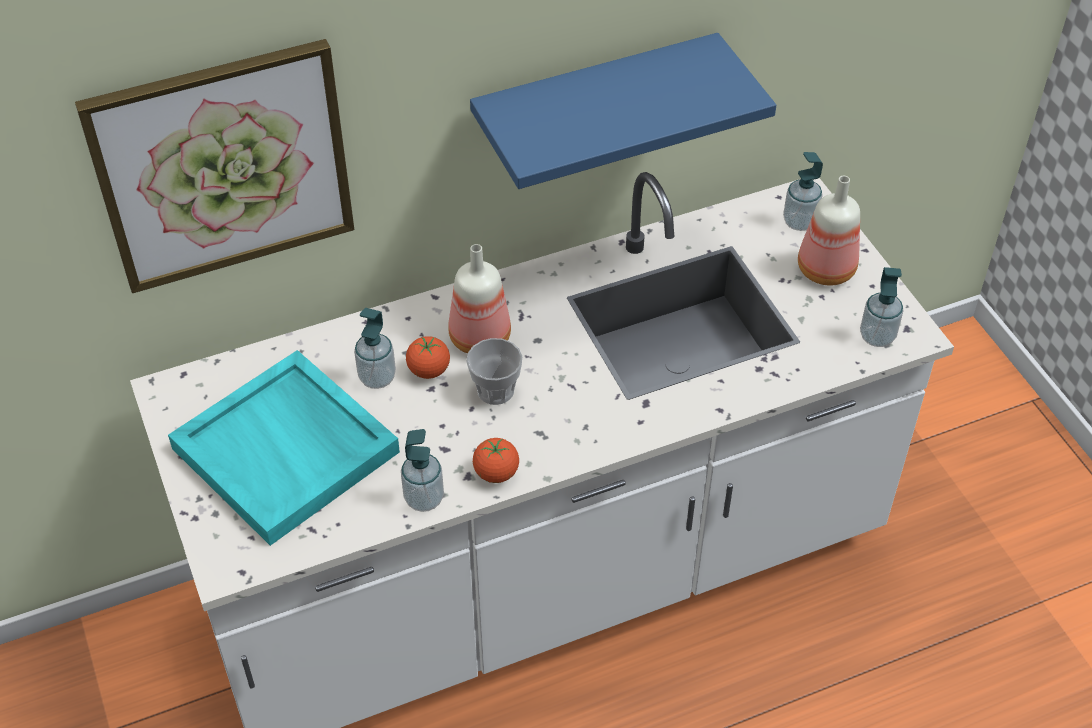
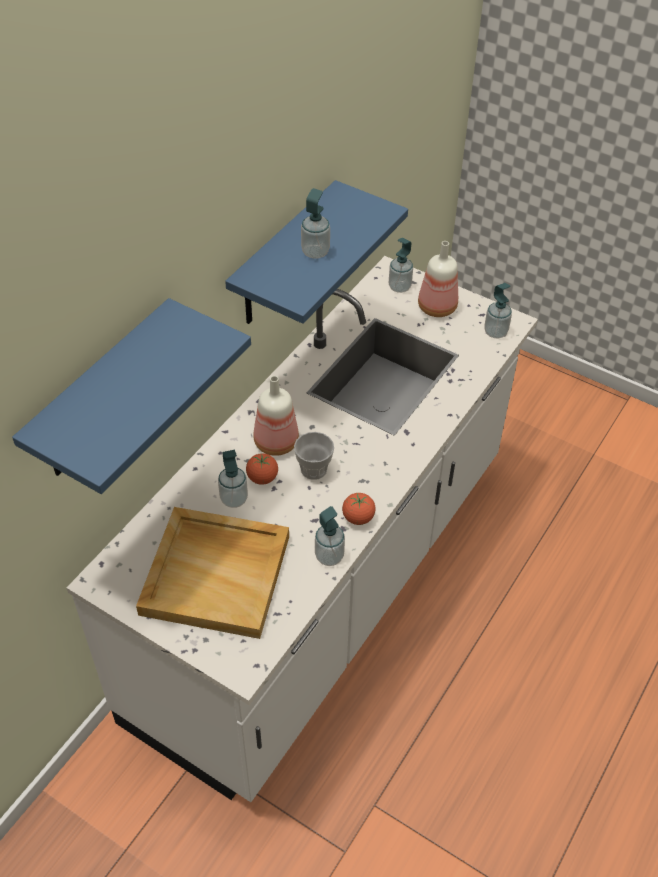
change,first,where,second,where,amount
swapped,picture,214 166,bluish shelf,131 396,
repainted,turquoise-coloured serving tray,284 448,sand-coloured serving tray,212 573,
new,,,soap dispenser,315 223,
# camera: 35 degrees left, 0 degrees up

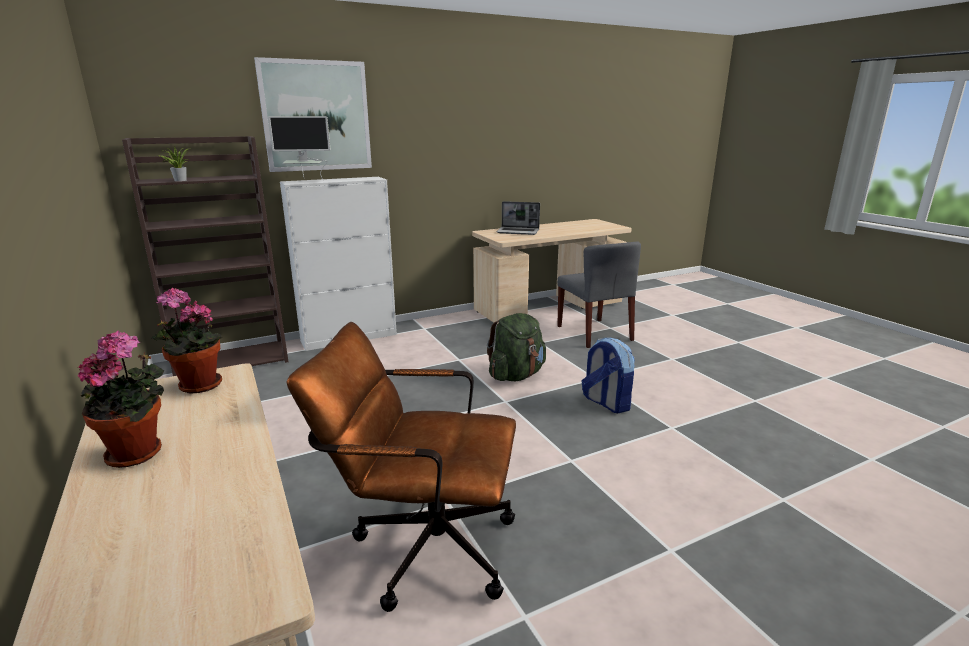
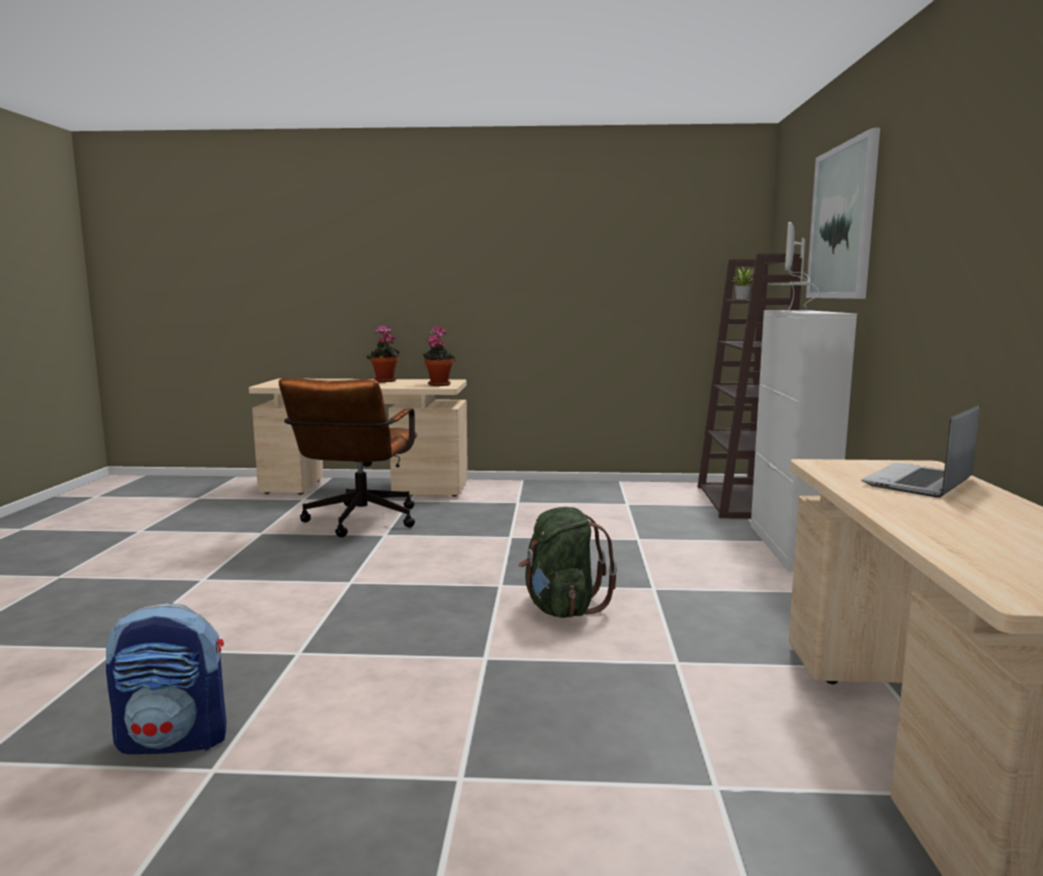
change,first,where,second,where,amount
rotated,brown office chair,401 467,,348 457,150 degrees clockwise
gone,grey plain chair,599 294,,,
shifted,rucksack,608 375,,166 678,
# camera: 120 degrees right, 10 degrees down

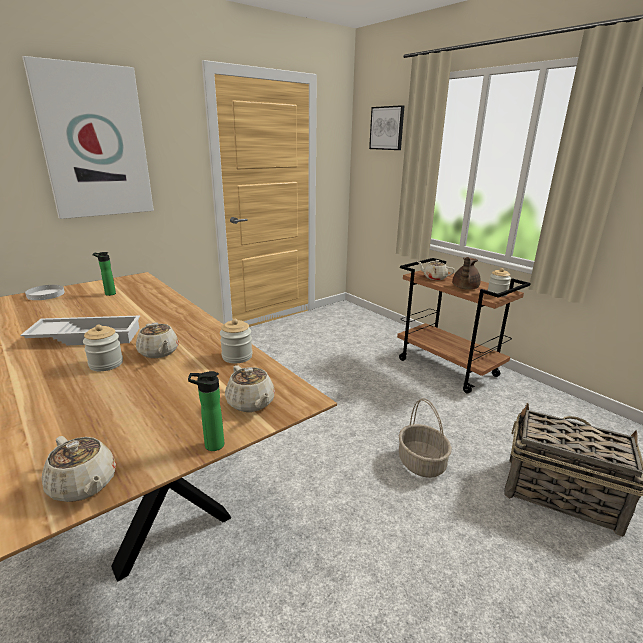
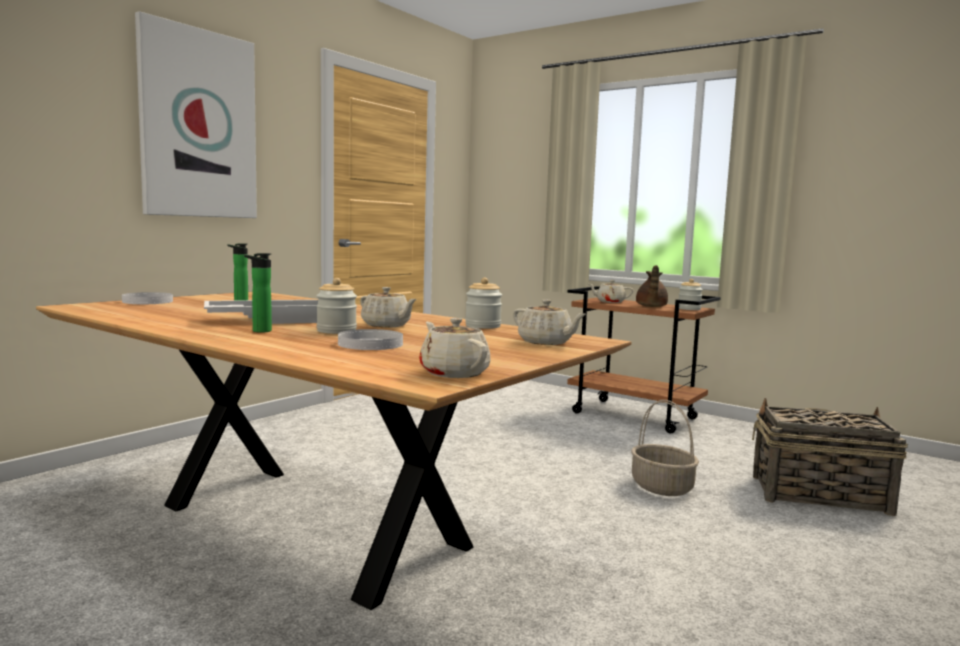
change,first,where,second,where,amount
rotated,sand-coloured teapot,79 469,,454 348,150 degrees counterclockwise
shifted,drink bottle,206 411,,258 293,
gone,picture,386 127,,,
new,,,white-coloured plate,370 339,
# camera: 15 degrees left, 15 degrees down

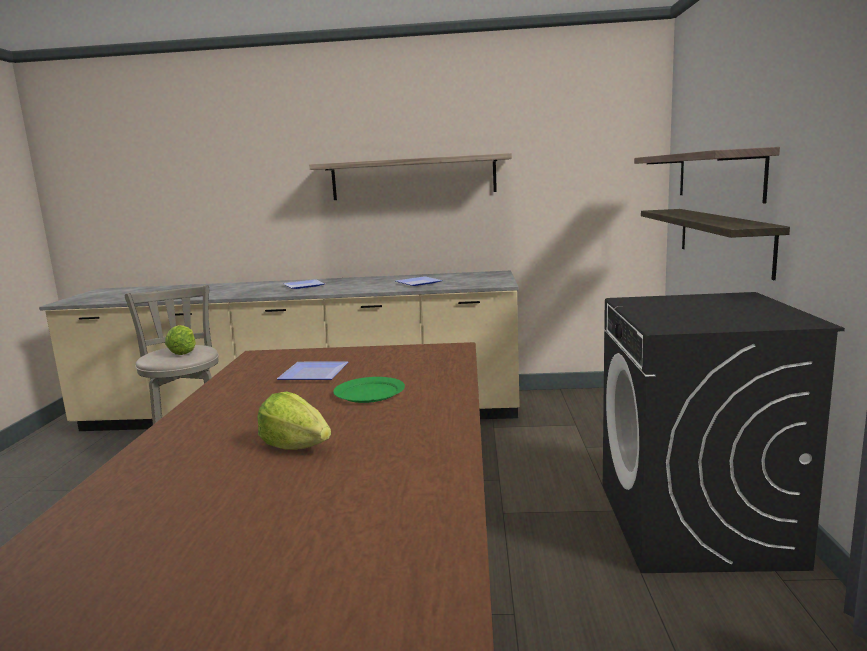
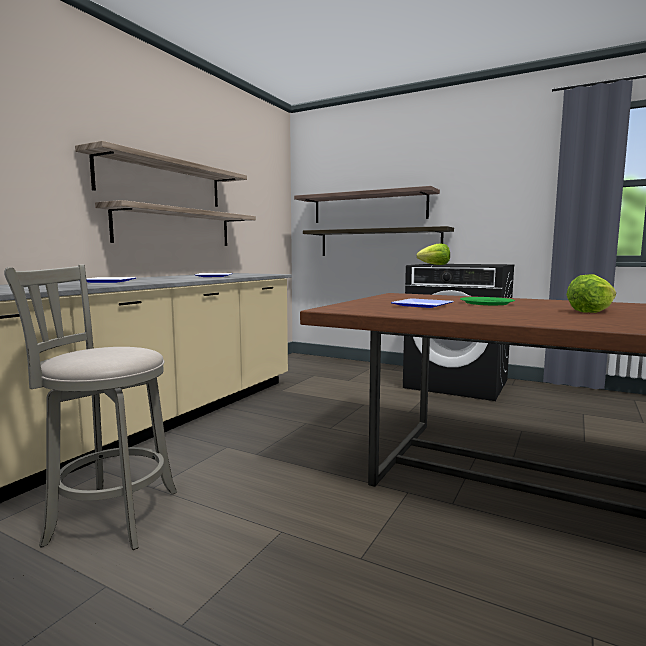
change,first,where,second,where,amount
shifted,head of lettuce,180 340,,433 254,
new,,,shelf,175 223,
# camera: 65 degrees left, 5 degrees down

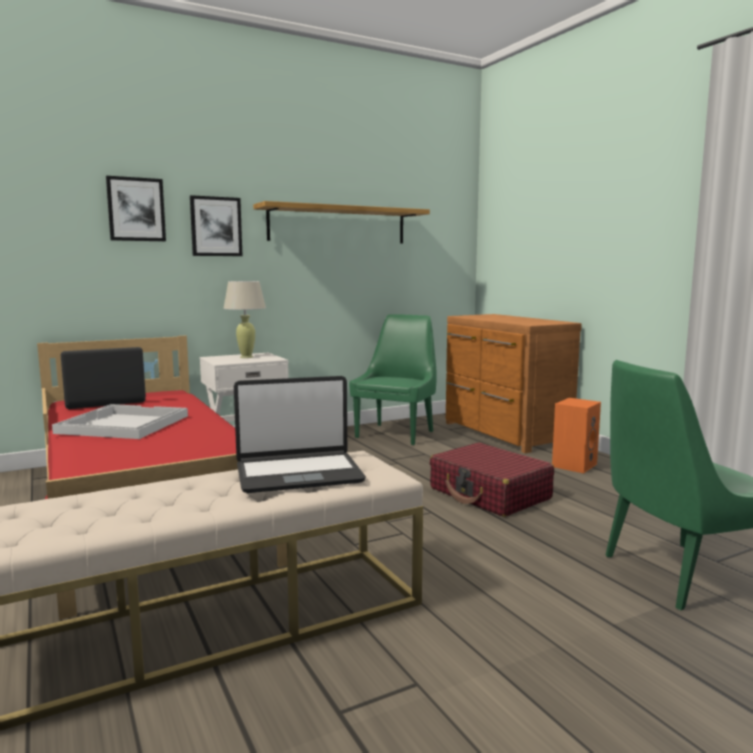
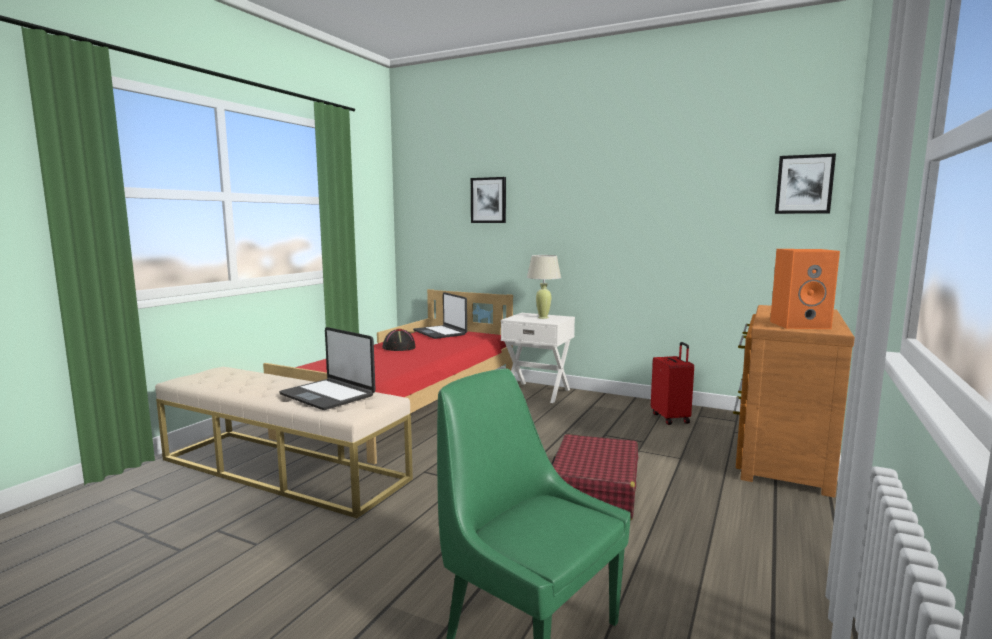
change,first,where,second,where,amount
swapped,white-coloured serving tray,120 421,black clothing hat,399 340,
rotated,laptop,103 378,,440 315,150 degrees counterclockwise
shifted,picture,216 225,,805 183,
gone,shelf,341 222,,,
swapped,greenish plain chair,393 379,red-coloured suitcase,672 383,
shifted,orange-coloured loudspeaker,576 435,,805 289,
# camera: 55 degrees right, 0 degrees up

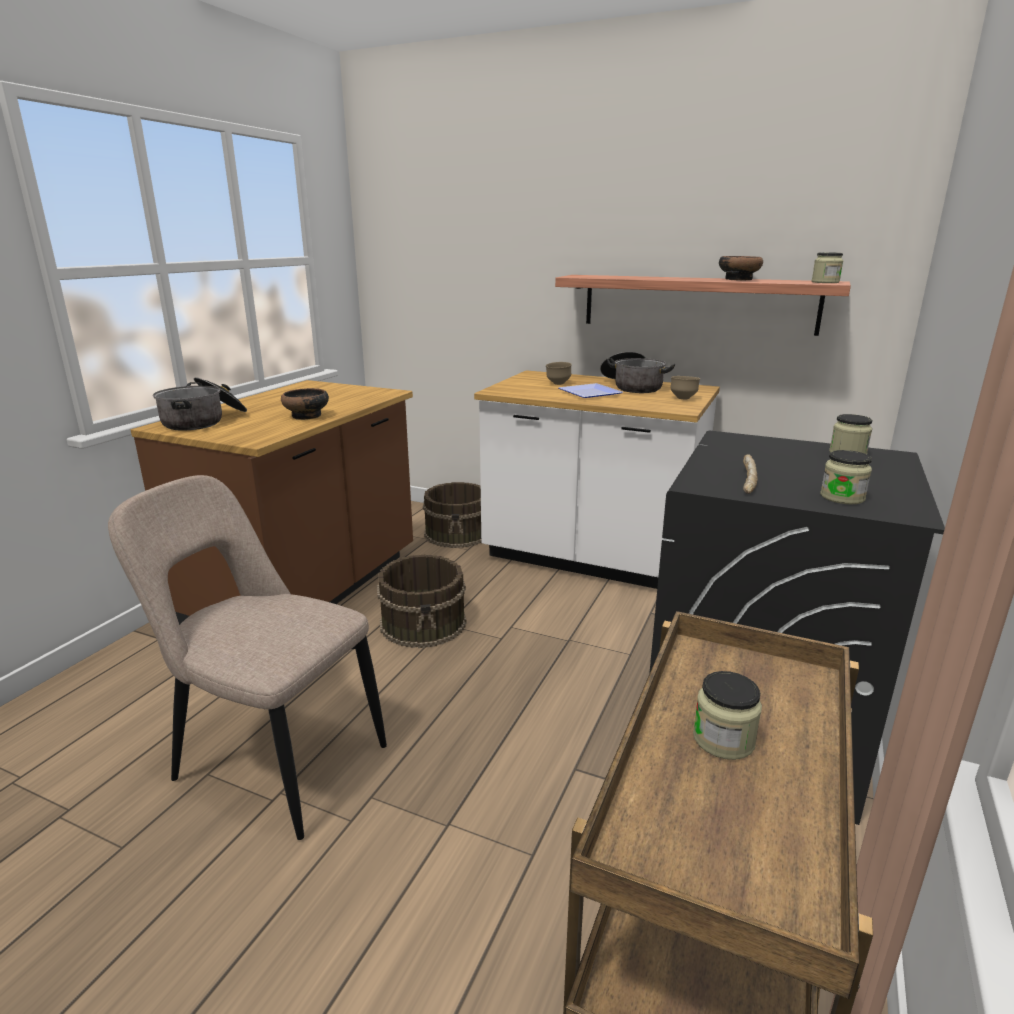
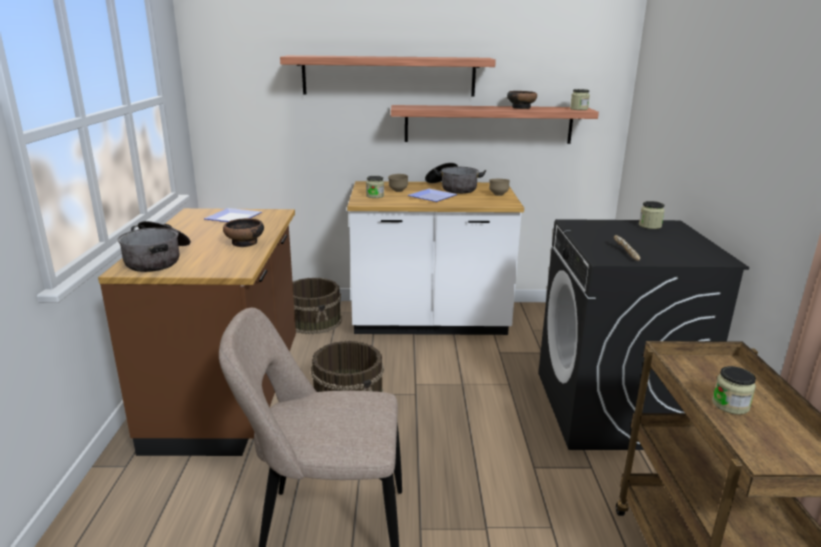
change,first,where,second,where,amount
shifted,preserve jar,846 477,,375 187,
new,,,plate,233 215,
new,,,shelf,388 76,
# camera: 25 degrees left, 0 degrees up

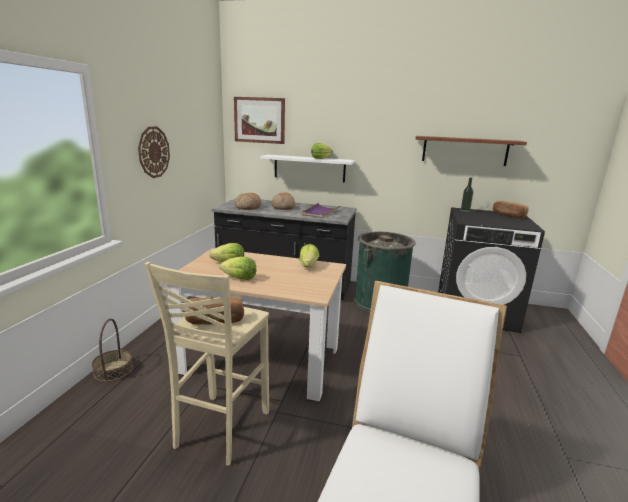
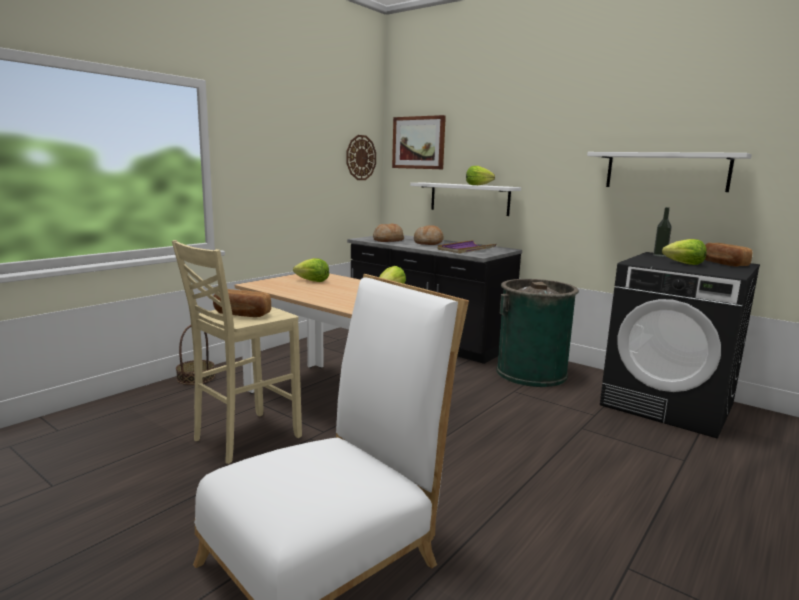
change,first,where,second,where,amount
shifted,clock on the wall,154 152,,361 157,
shifted,head of lettuce,238 268,,684 252,
repainted,brown shelf,471 151,white-coloured shelf,669 172,
# camera: 25 degrees right, 5 degrees down

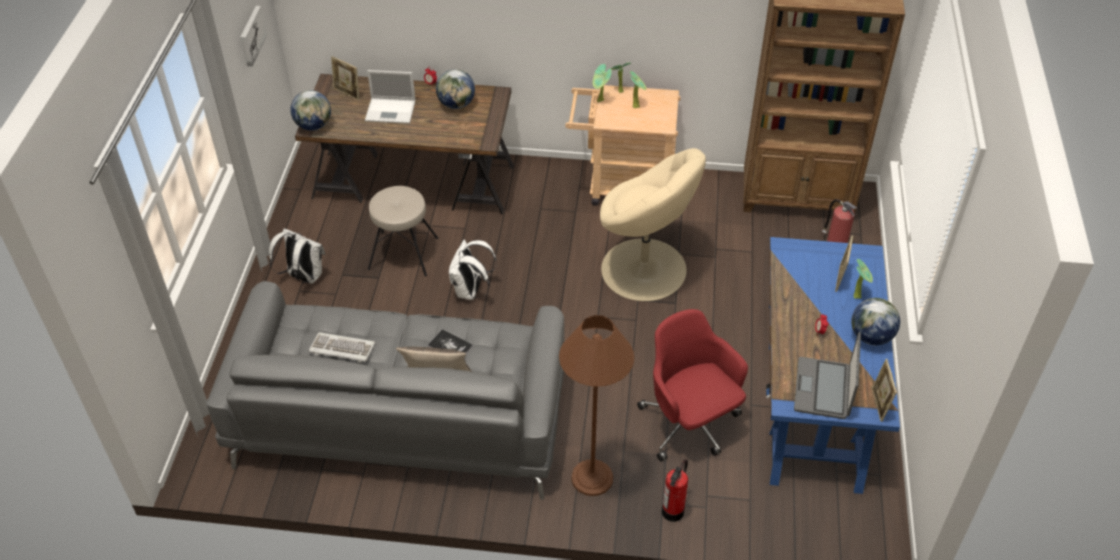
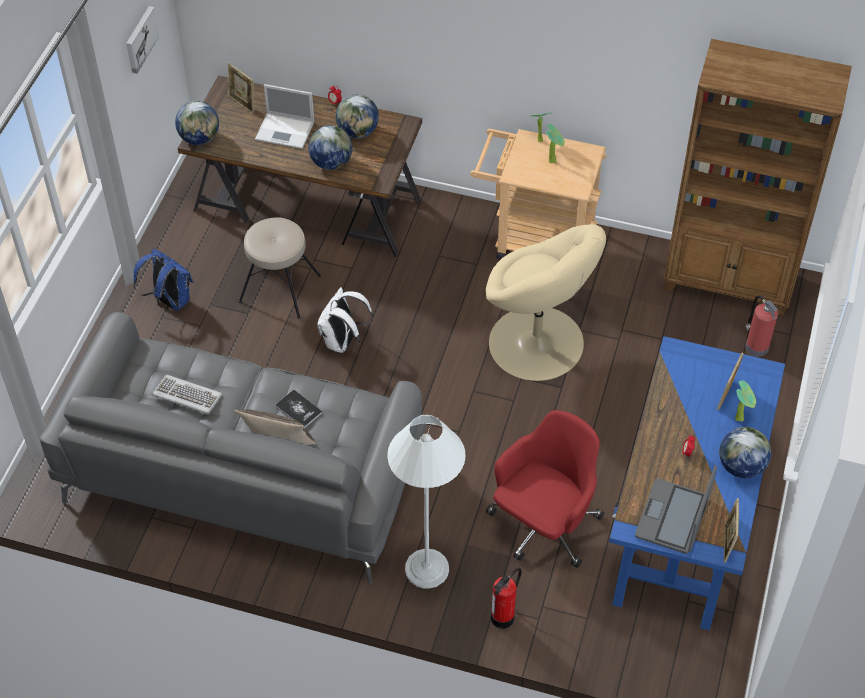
change,first,where,second,where,amount
repainted,white-coloured rucksack,297 256,bluish rucksack,163 280,
repainted,brown standard lamp,596 405,white-coloured standard lamp,426 502,
gone,potted plant,602 83,,,
rotated,red-coloured office chair,692 385,,545 489,60 degrees clockwise
new,,,world globe,330 147,
# camera: 10 degrees right, 5 degrees up

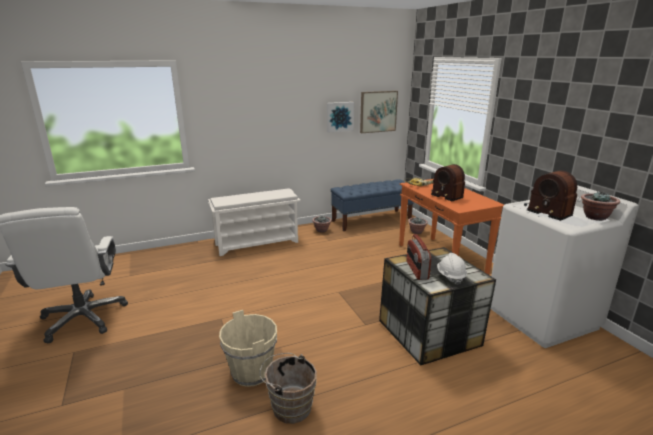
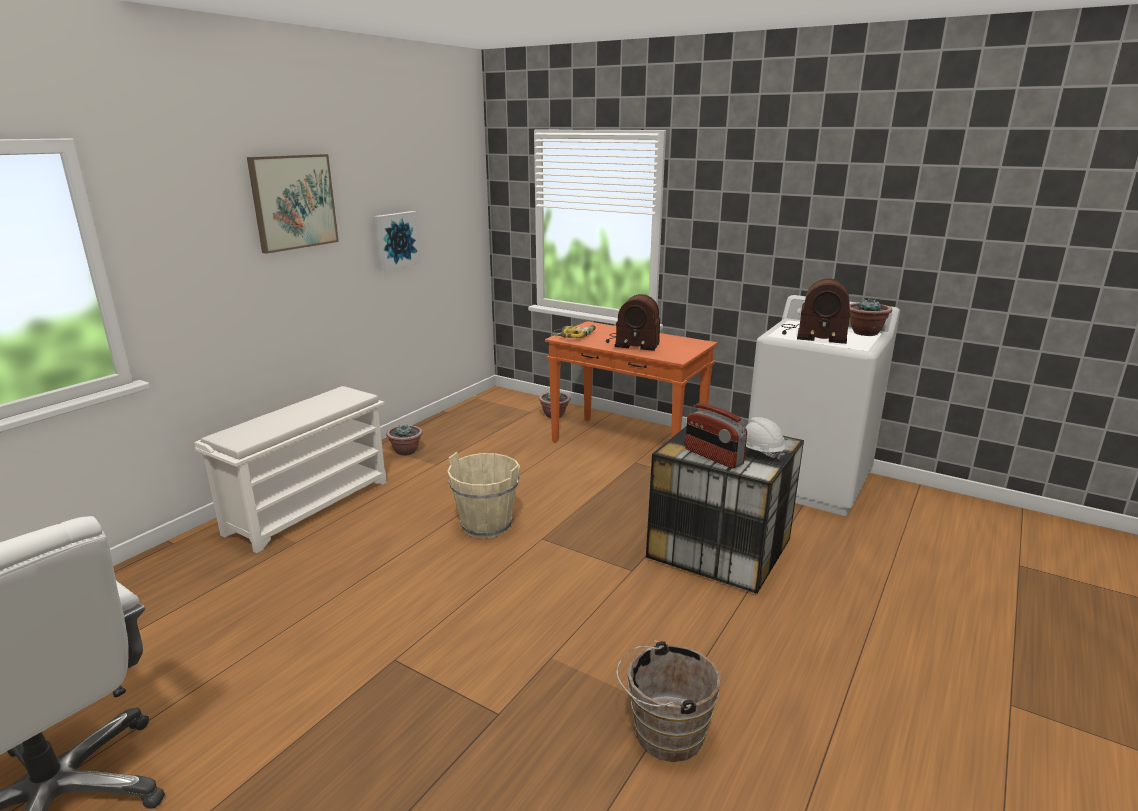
change,first,where,second,where,amount
shifted,sand-coloured bucket,248 348,,483 495,
gone,bluish bench,372 205,,,
shifted,picture,379 112,,293 204,
# camera: 35 degrees left, 0 degrees up

